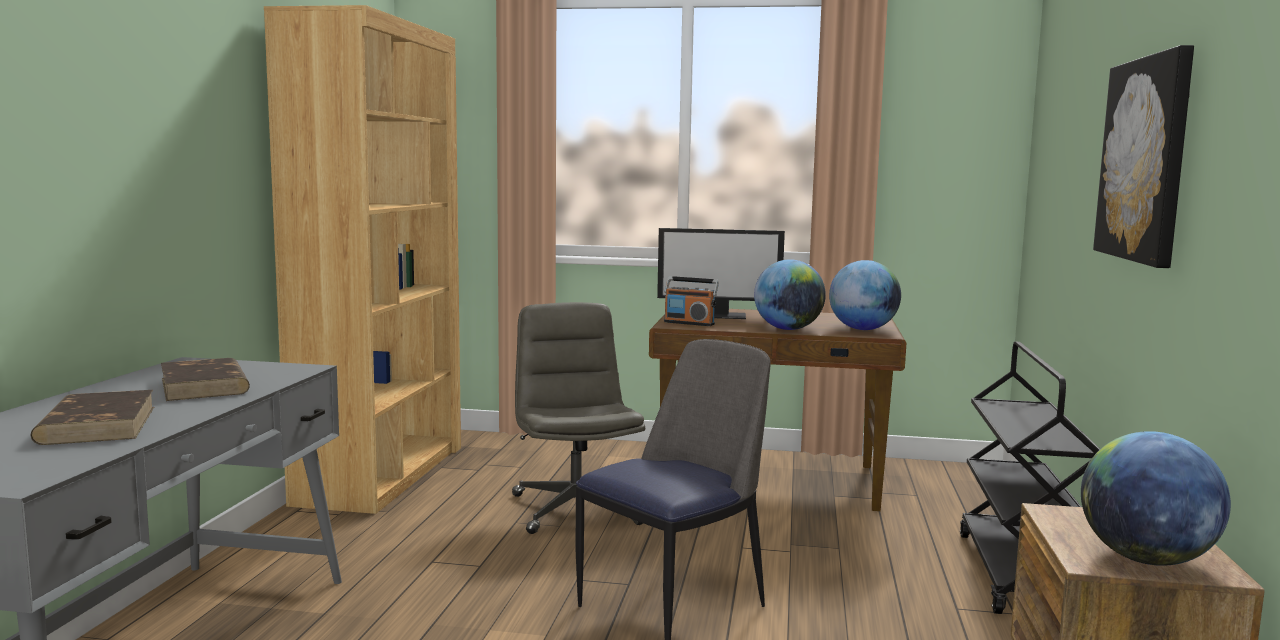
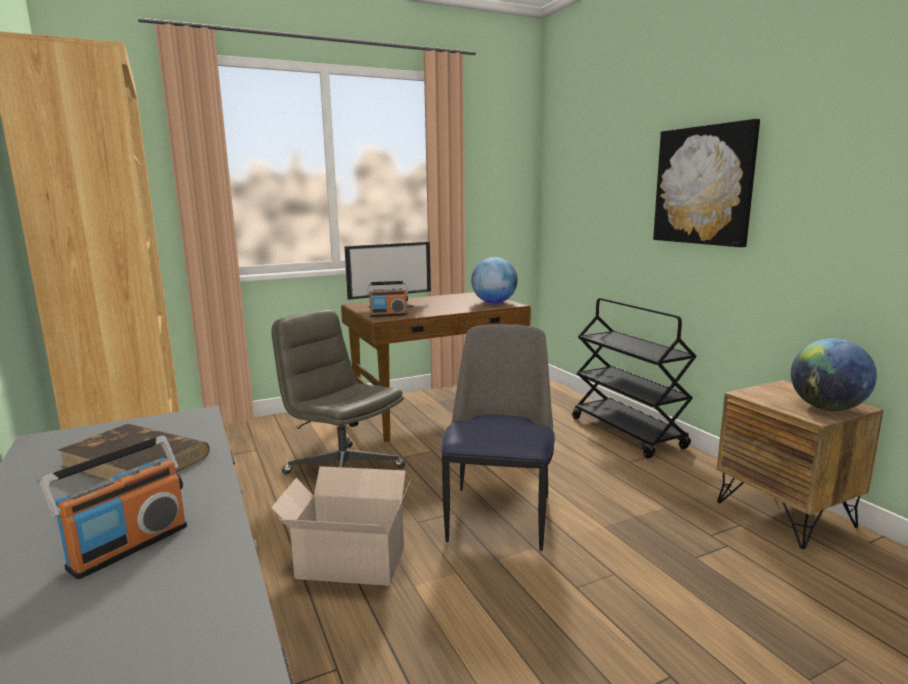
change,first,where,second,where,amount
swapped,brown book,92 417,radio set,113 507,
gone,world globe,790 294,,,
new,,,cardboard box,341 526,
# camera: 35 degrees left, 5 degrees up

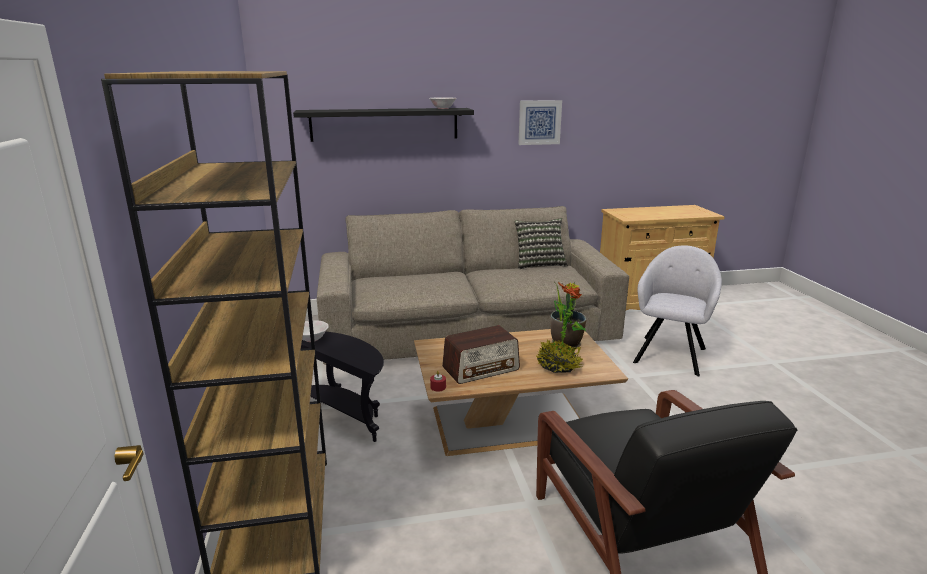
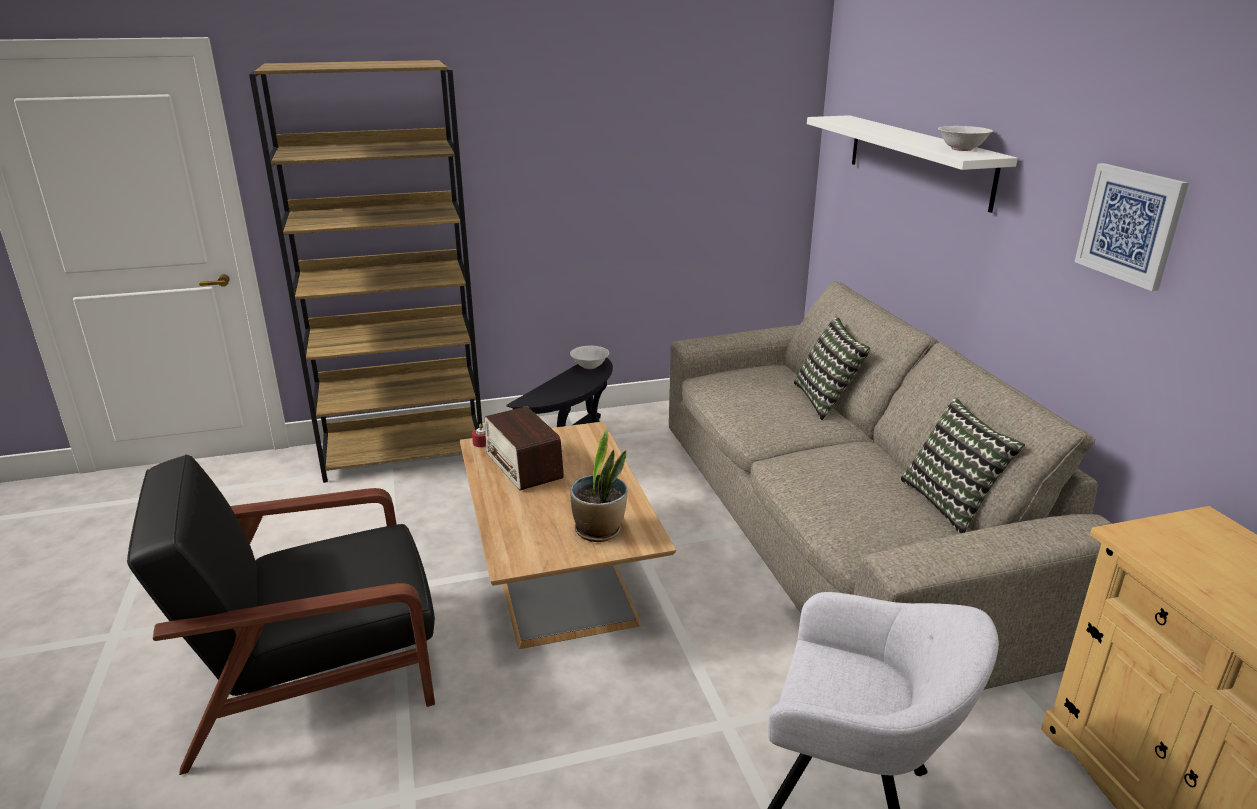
change,first,where,second,where,amount
repainted,black shelf,383 125,white-coloured shelf,912 164,
gone,potted plant,561 327,,,
new,,,pillow,832 368,
# camera: 85 degrees right, 5 degrees up

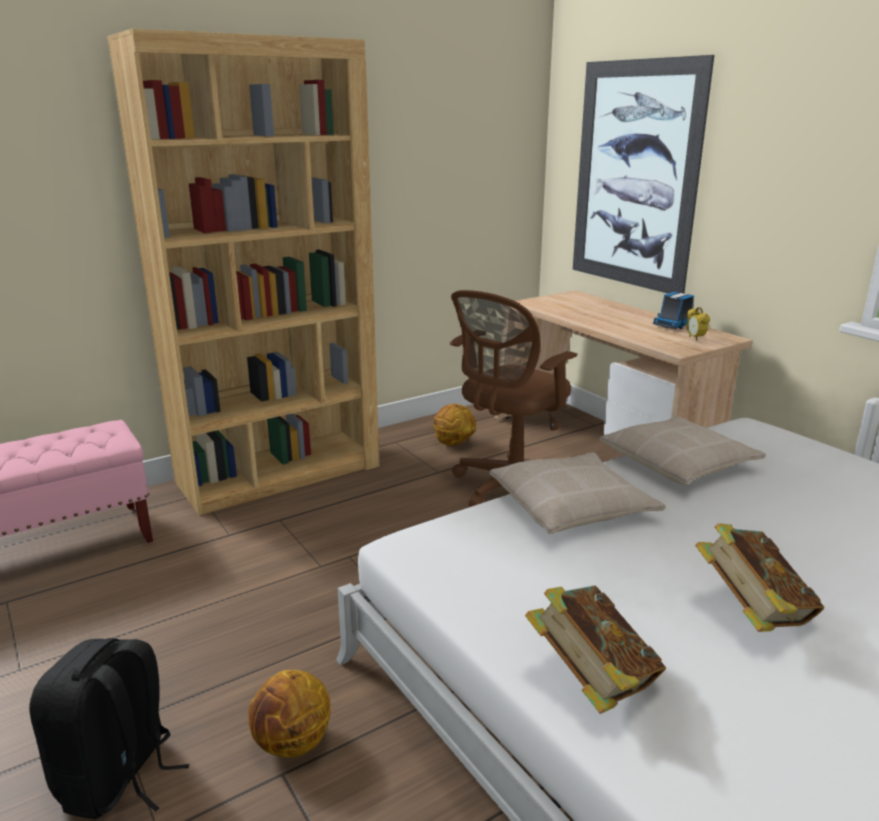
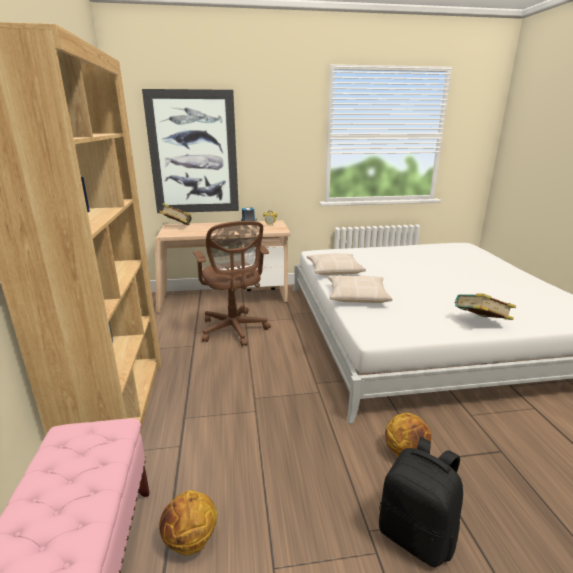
change,first,where,second,where,amount
shifted,basketball ball,454 425,,188 522,
shifted,book,759 577,,175 214,
# camera: 65 degrees left, 0 degrees up

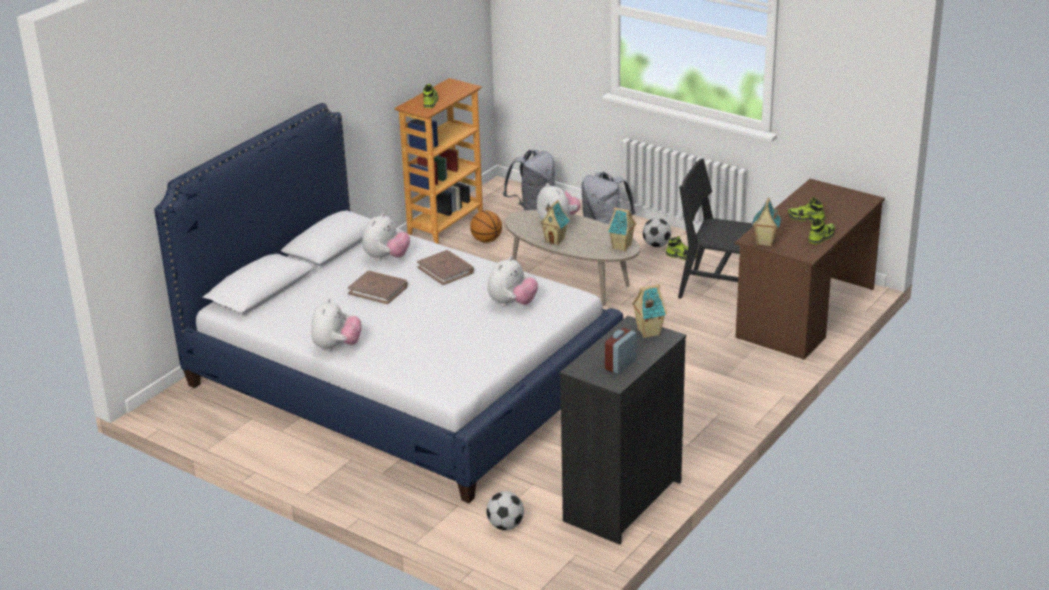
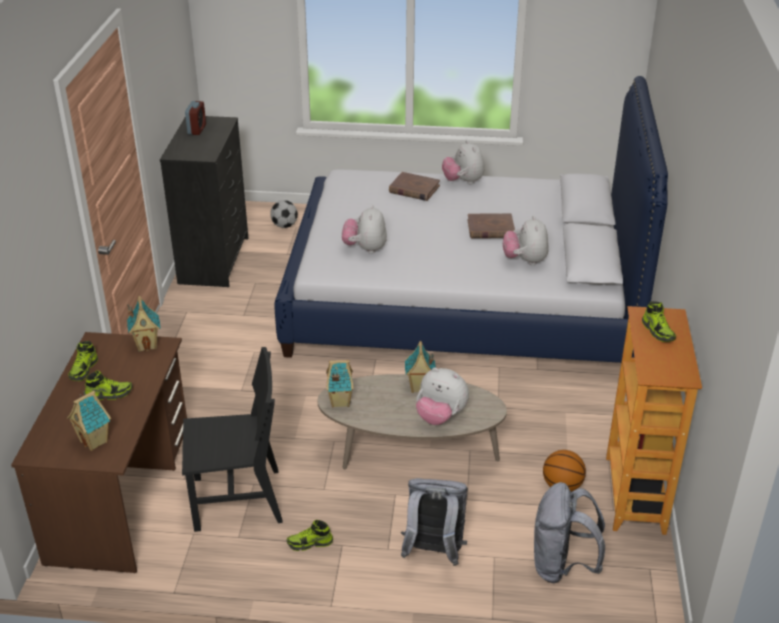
change,first,where,second,where,amount
shifted,brown book,445 267,,414 186,
shifted,model house,649 311,,89 421,
gone,ball for football,657 232,,,
# camera: 150 degrees right, 5 degrees up

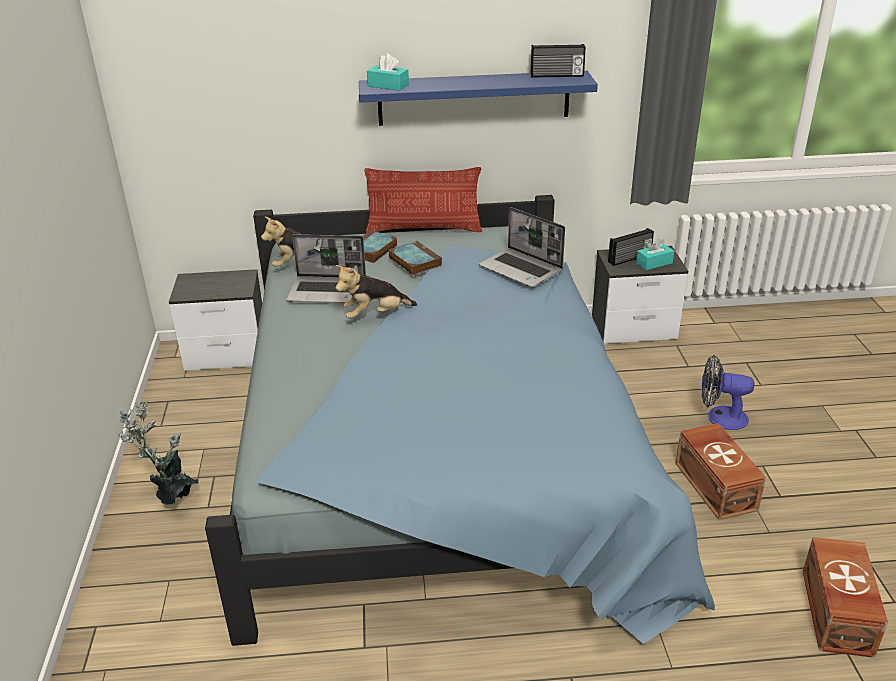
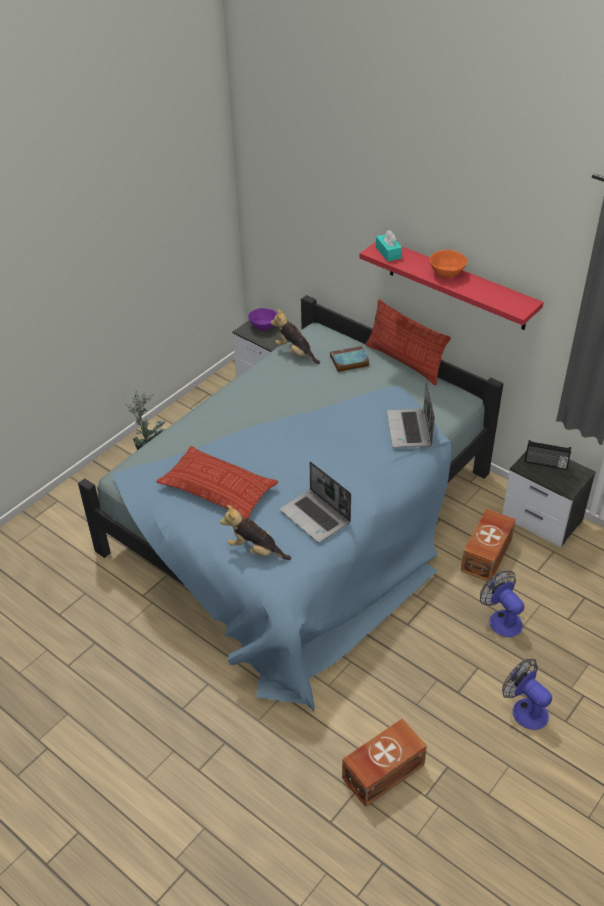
change,first,where,second,where,amount
shifted,laptop,326 268,,315 502,
shifted,plush toy,376 292,,255 532,
repainted,bluish shelf,478 98,red-coloured shelf,451 286,
gone,book,415 258,,,
gone,radio set,558 61,,,
gone,turquoise-coloured box of tissues,655 254,,,
shifted,brown storage bin,720 471,,488 545,
new,,,pillow,217 482,
new,,,purple serving bowl,263 319,
new,,,orange-coloured serving bowl,448 264,
new,,,fan,527 694,
# camera: 45 degrees right, 10 degrees up

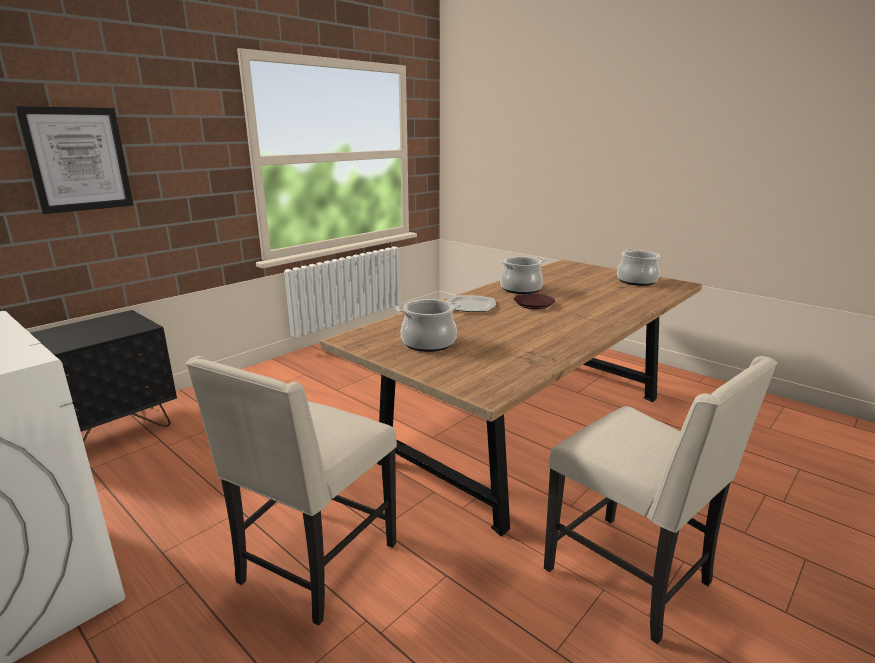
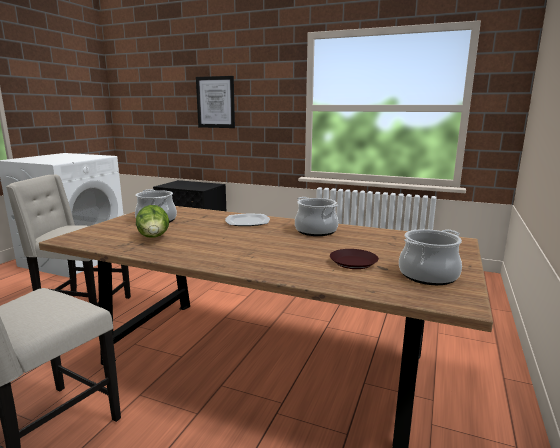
change,first,where,second,where,amount
shifted,brown plate,534 301,,354 259,
new,,,head of lettuce,152 221,
# camera: 70 degrees right, 5 degrees down

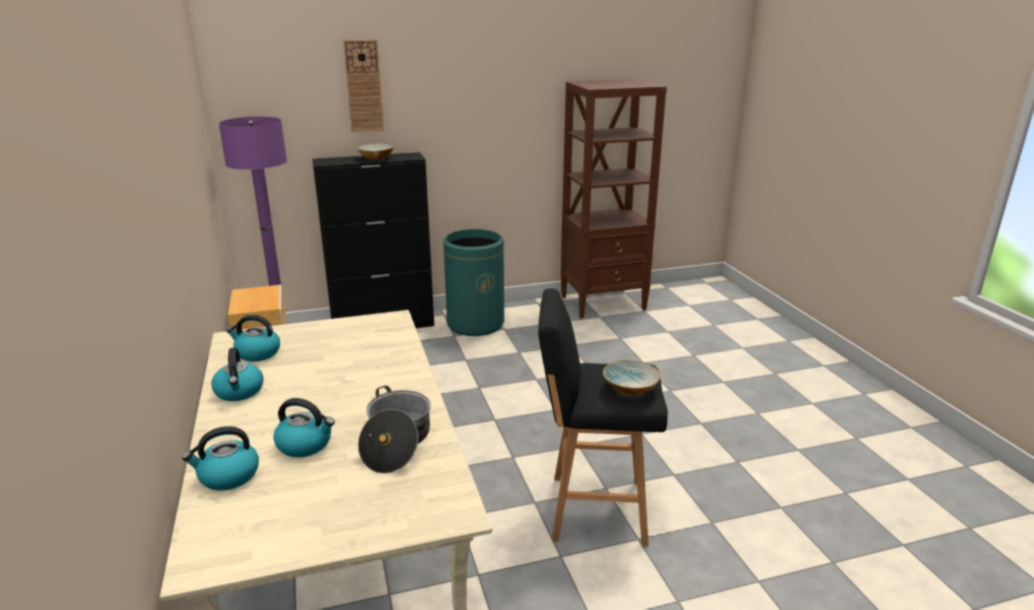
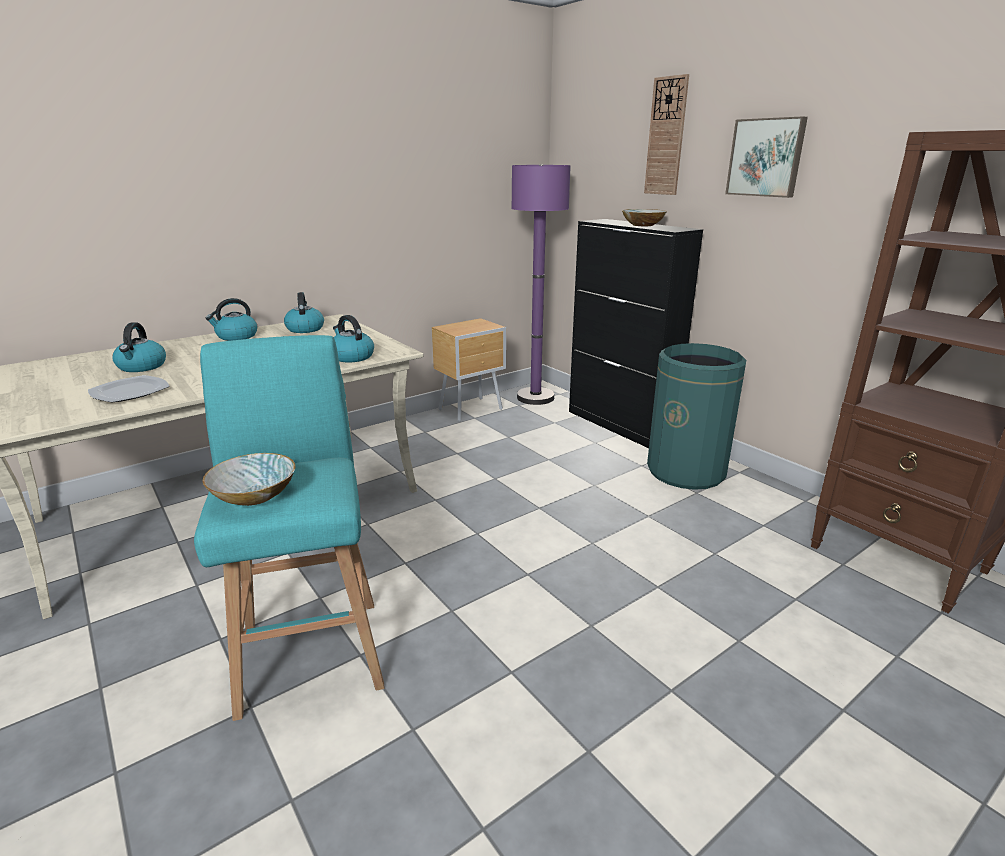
change,first,where,second,where,amount
shifted,water kettle,220 458,,353 339,
swapped,cooking pot,394 430,plate,129 388,
repainted,black stool,603 417,turquoise-coloured stool,289 528,
new,,,picture,766 157,
# camera: 70 degrees right, 0 degrees up

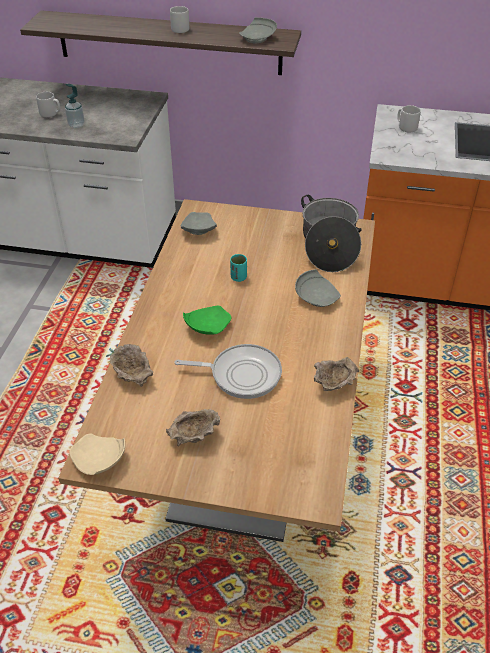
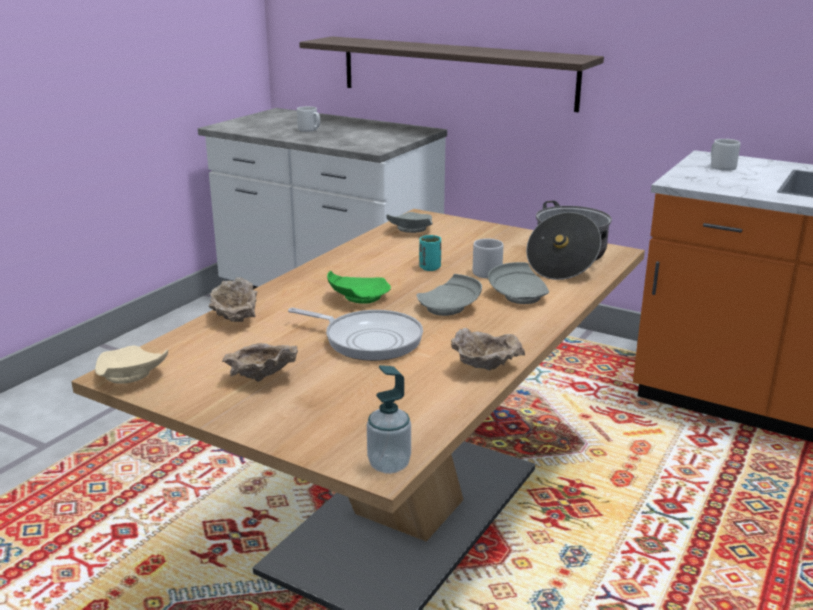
change,first,where,second,where,amount
shifted,soap dispenser,74 106,,389 419,
shifted,grey mug,179 19,,488 258,
shifted,grey plate,258 30,,449 295,
# camera: 20 degrees right, 20 degrees down

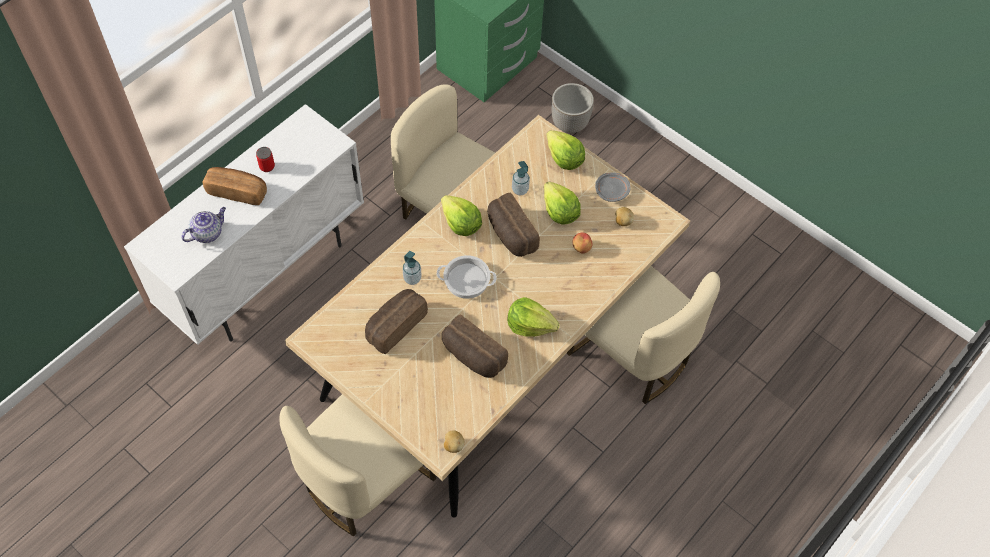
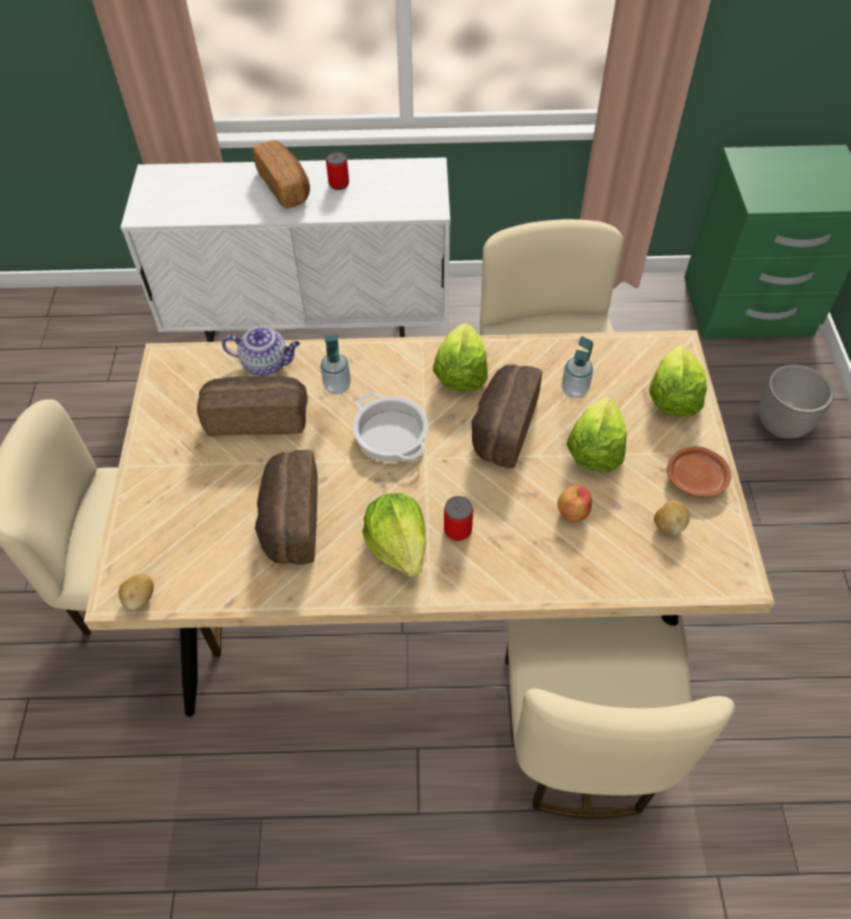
change,first,where,second,where,amount
shifted,teapot,204 225,,261 351,
repainted,grey plate,613 187,brown plate,699 472,
new,,,metal can,458 518,
# camera: 50 degrees right, 5 degrees down

